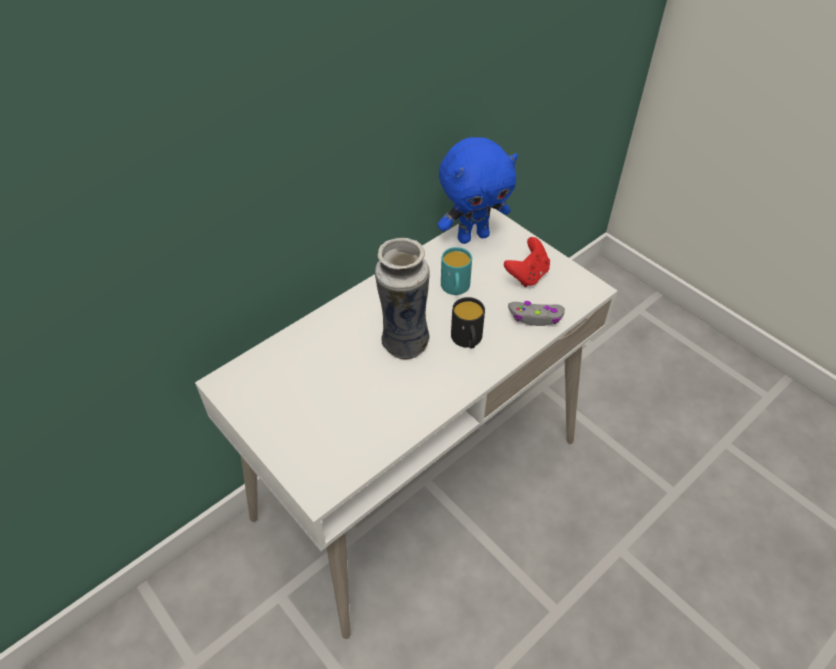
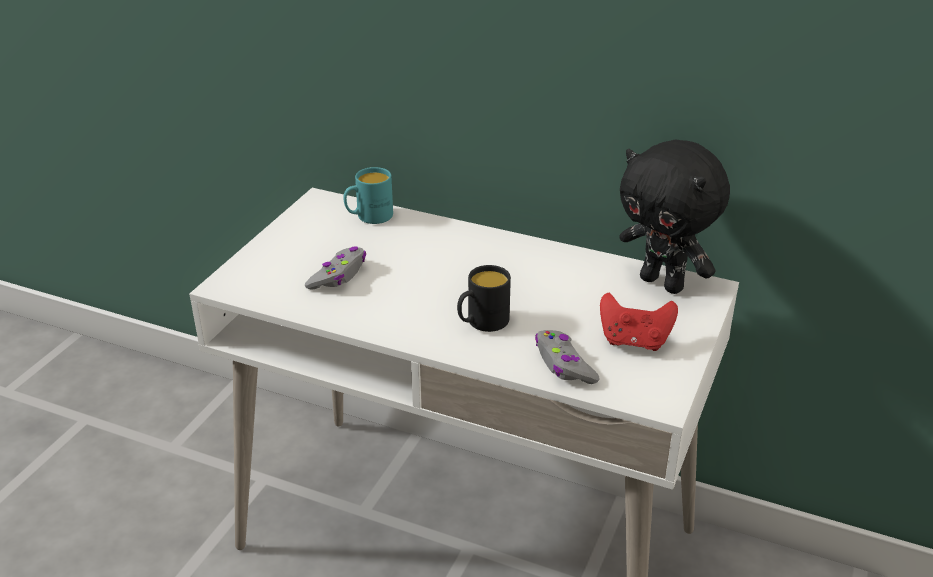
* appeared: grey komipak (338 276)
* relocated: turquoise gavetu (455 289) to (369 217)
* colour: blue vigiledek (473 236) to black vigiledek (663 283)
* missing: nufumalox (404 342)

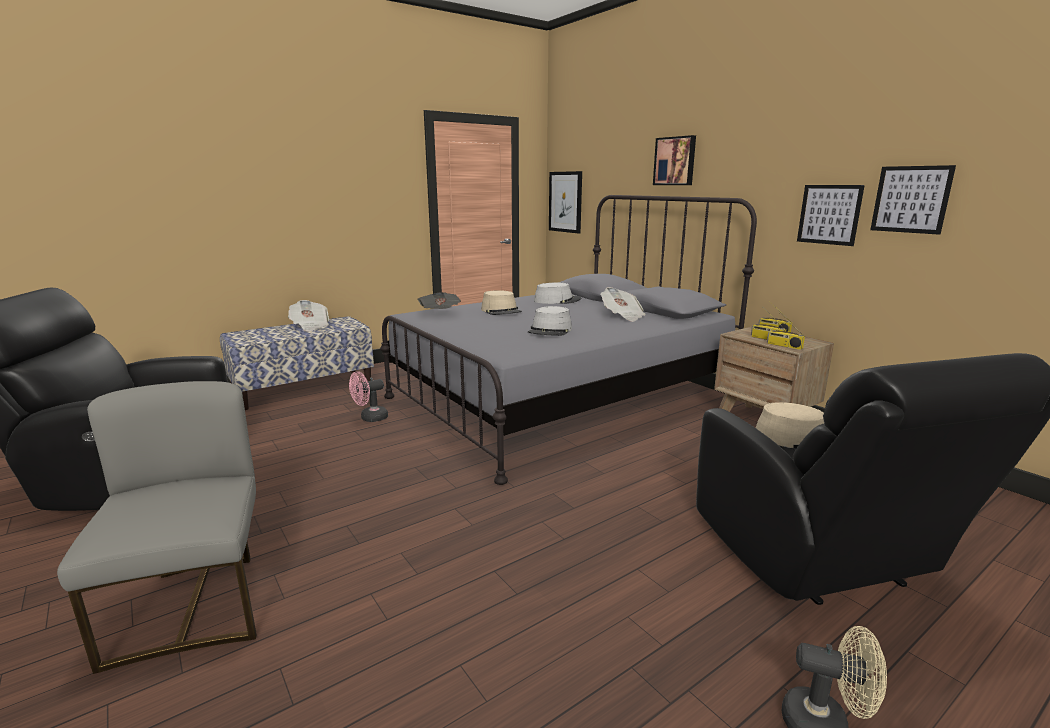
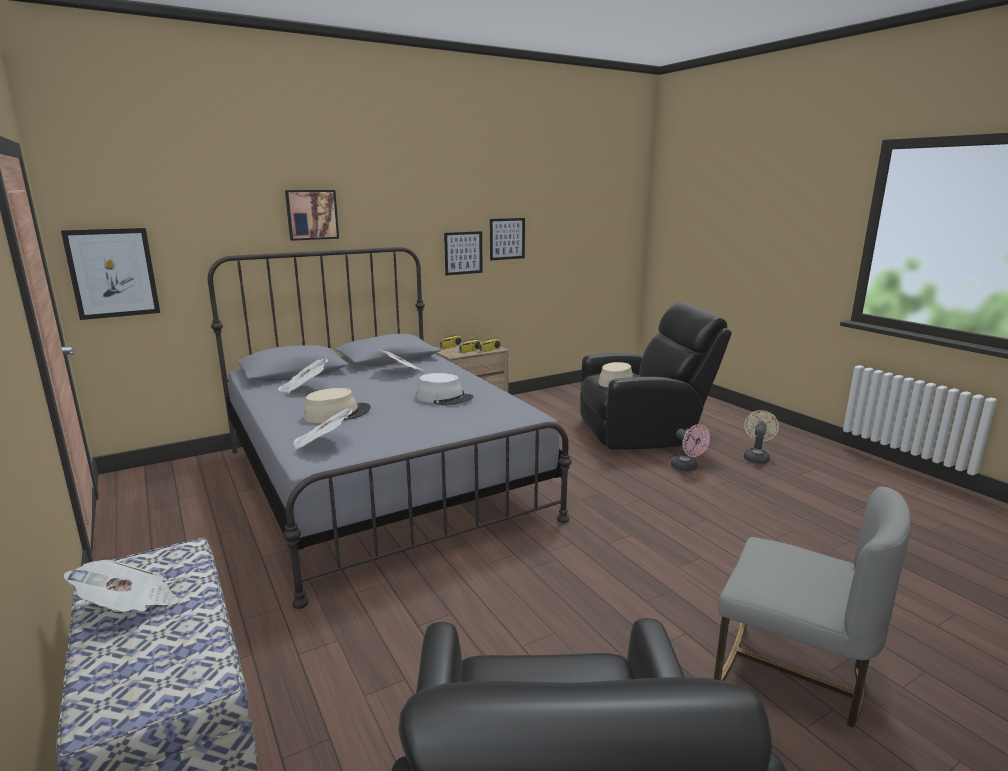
* exchanged: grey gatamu (557 300) to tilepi (303 389)
* relocated: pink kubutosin (370 418) to (687 468)
* spun: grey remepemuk (195 606) = (790 673) 135 degrees counterclockwise

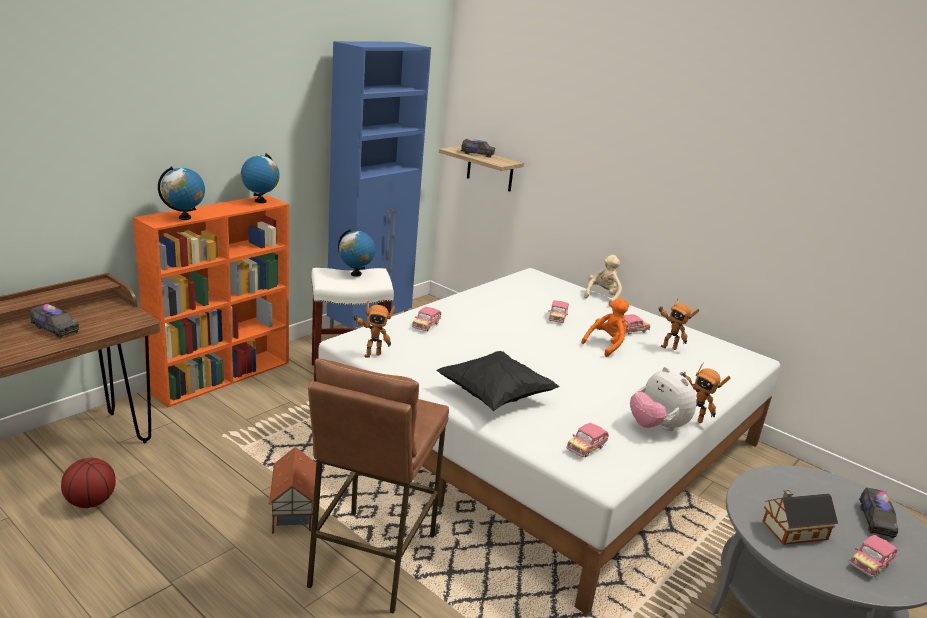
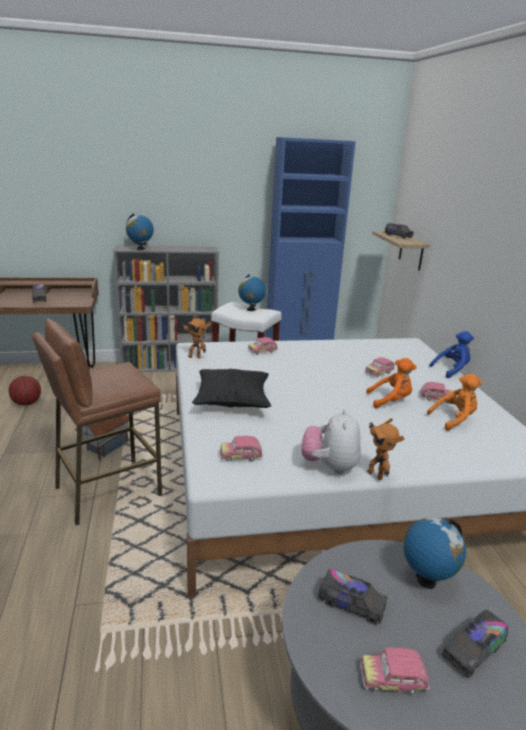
* colour: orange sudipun (223 376) to grey sudipun (170 366)
* exchanged: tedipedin (792 530) to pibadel (351 604)
* relocated: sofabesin (260 201) to (426 581)
* exchanged: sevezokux (668 347) to orange vigiledek (454 419)
* colour: beige vigiledek (602 297) to blue vigiledek (452 370)

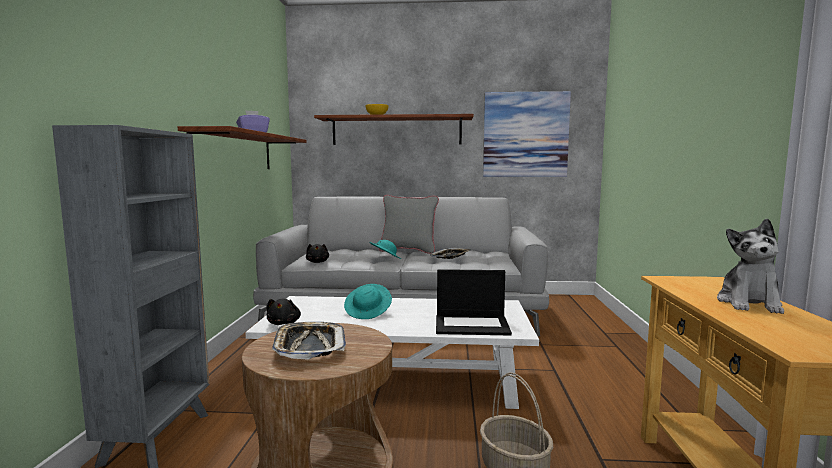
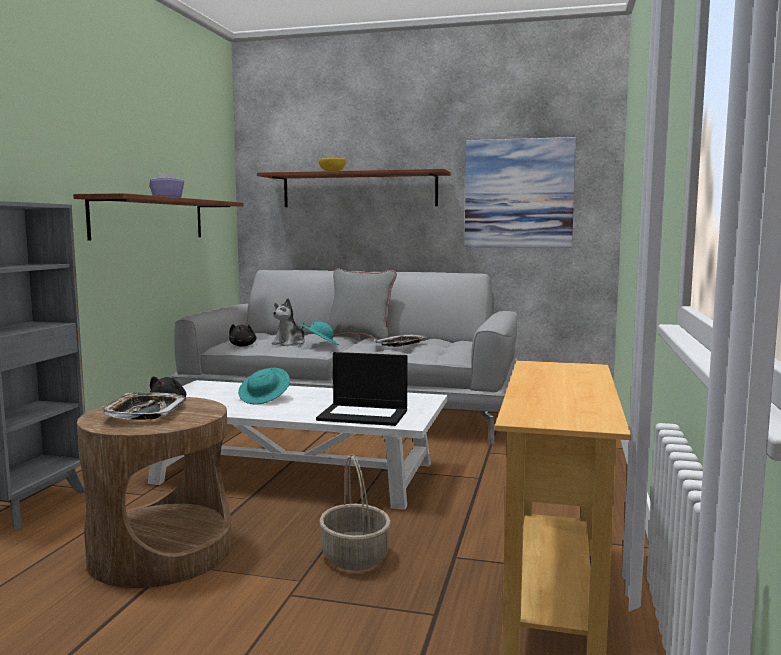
* relocated: vigiledek (749 303) to (290 343)

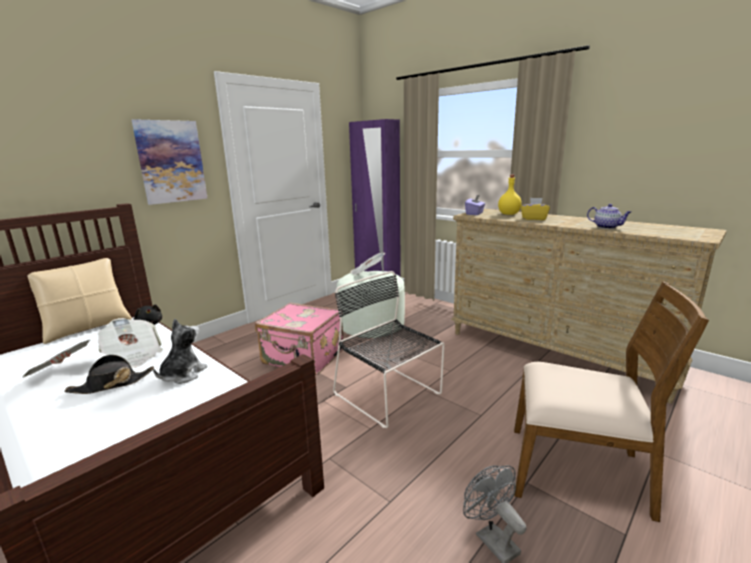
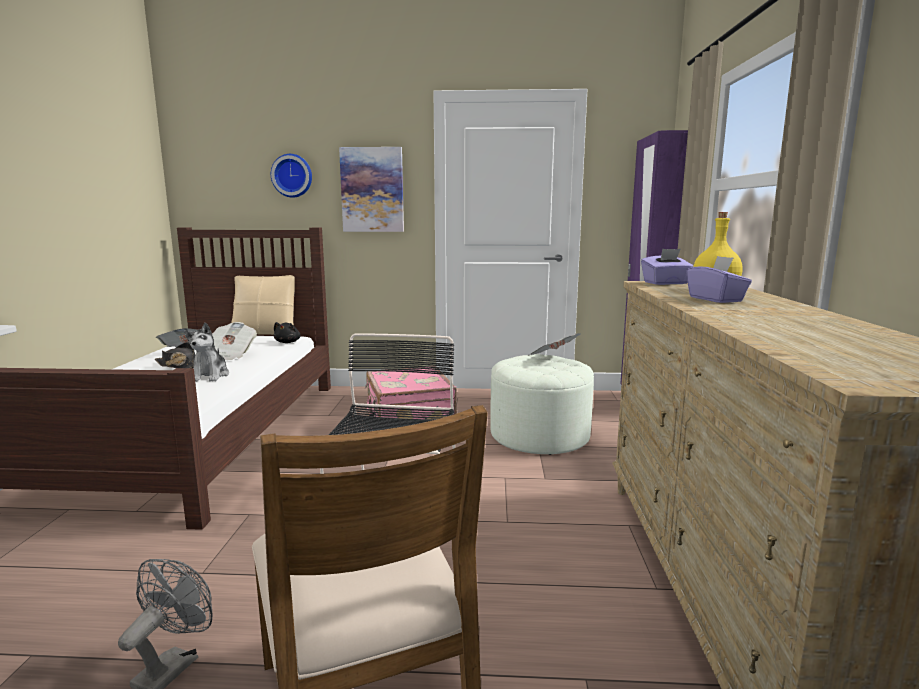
* spun: vigiledek (182 375) = (210 376) 105 degrees clockwise
* appeared: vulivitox (292 176)
* colour: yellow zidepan (534 218) to purple zidepan (716 299)
* missing: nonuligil (607 227)

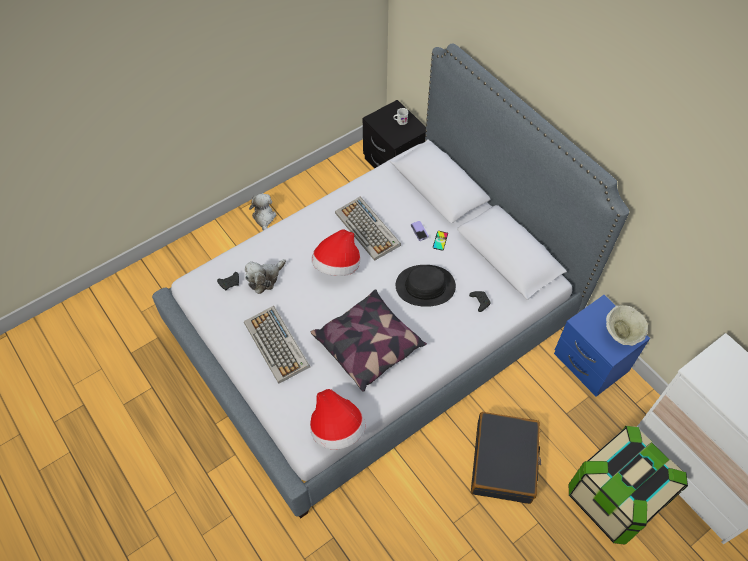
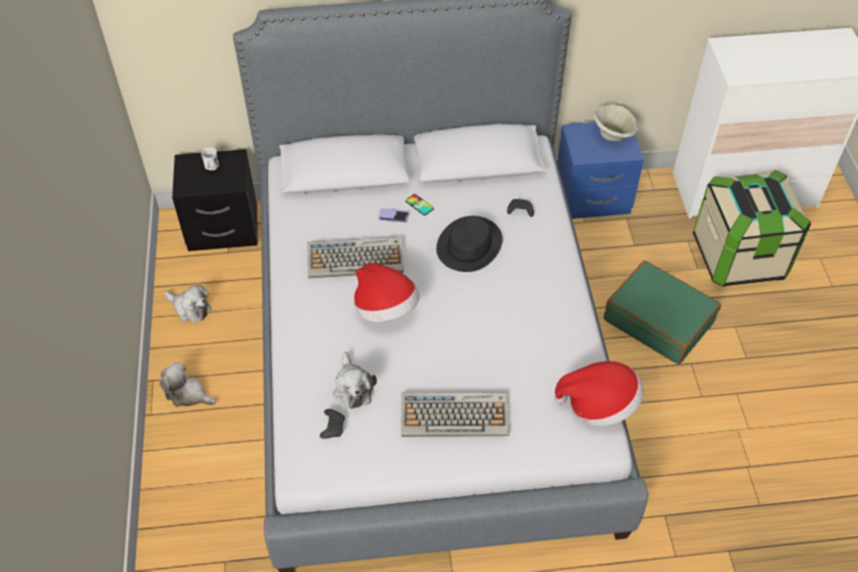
* appeared: vigiledek (190 308)
* colour: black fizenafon (504 462) to green fizenafon (659 321)
* missing: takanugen (369 345)

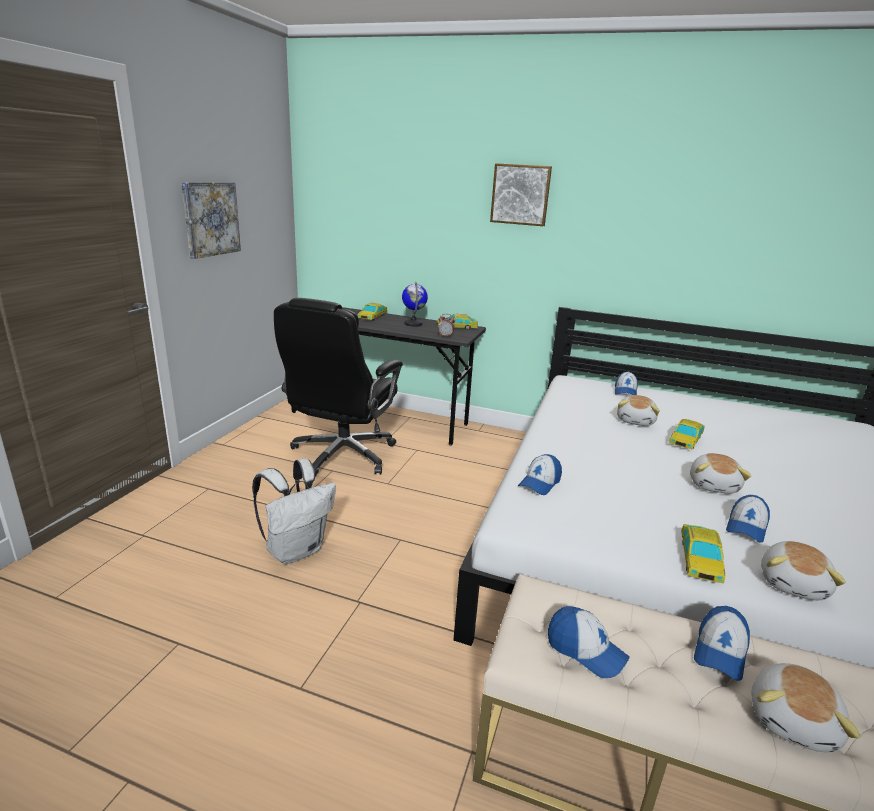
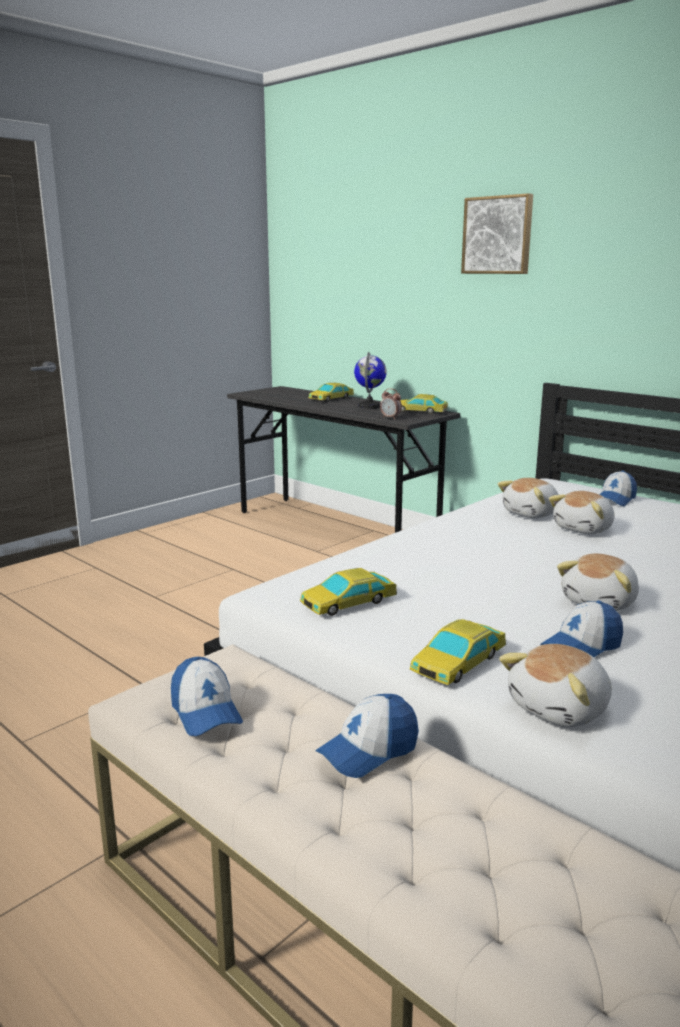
* relocated: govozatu (686 439) to (349 602)
* relocated: vigiledek (793 721) to (532 514)
* missing: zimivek (210 218)
* missing: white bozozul (296 550)
* missing: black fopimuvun (342 455)
* missing: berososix (539 483)

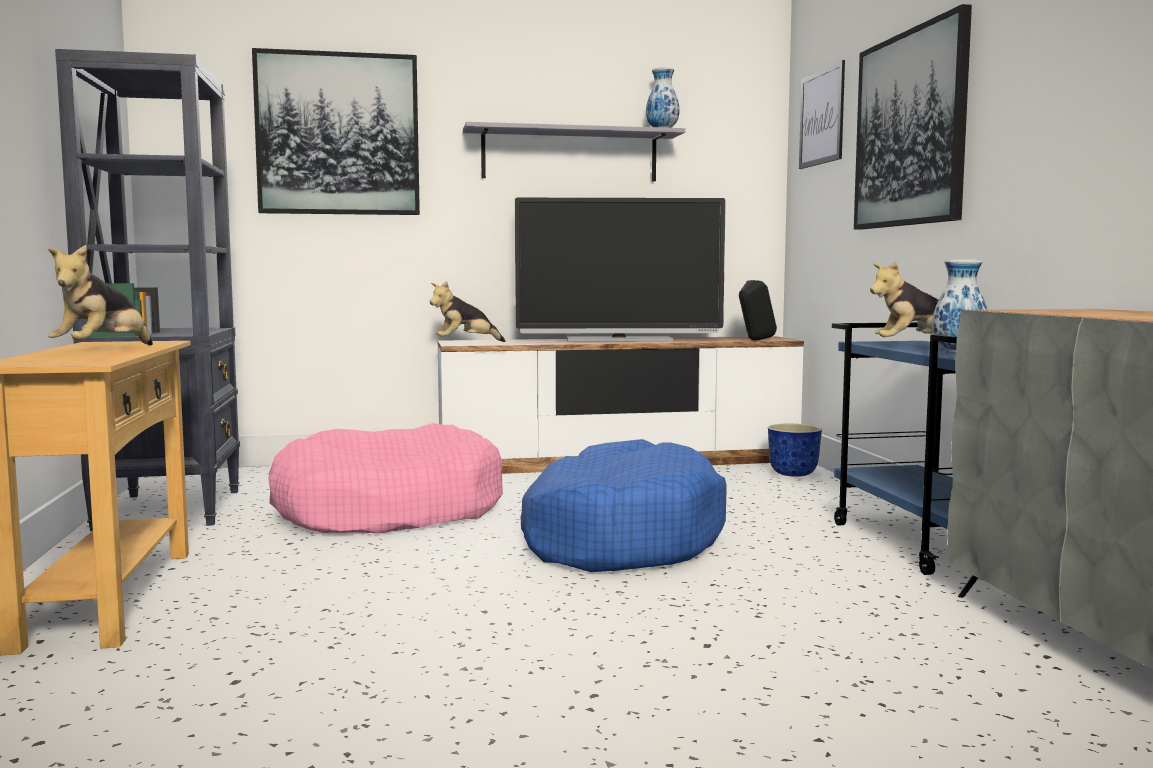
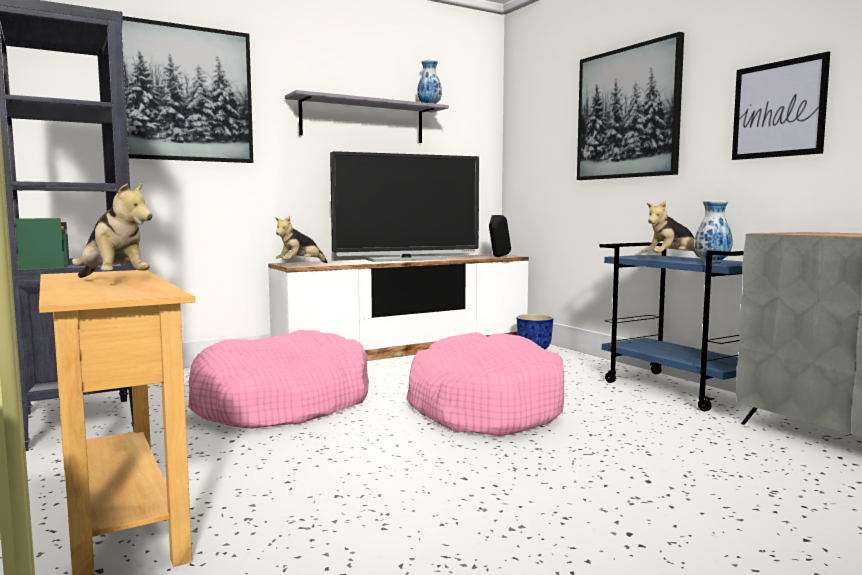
* spun: vigiledek (103 350) = (112 281) 45 degrees counterclockwise
* colour: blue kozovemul (619 537) to pink kozovemul (483 407)
* relocated: zimivek (822 117) to (778 109)

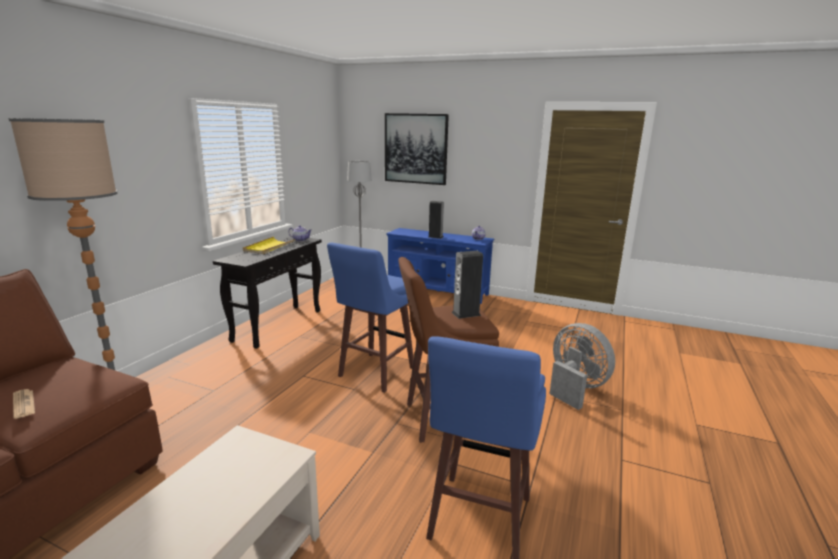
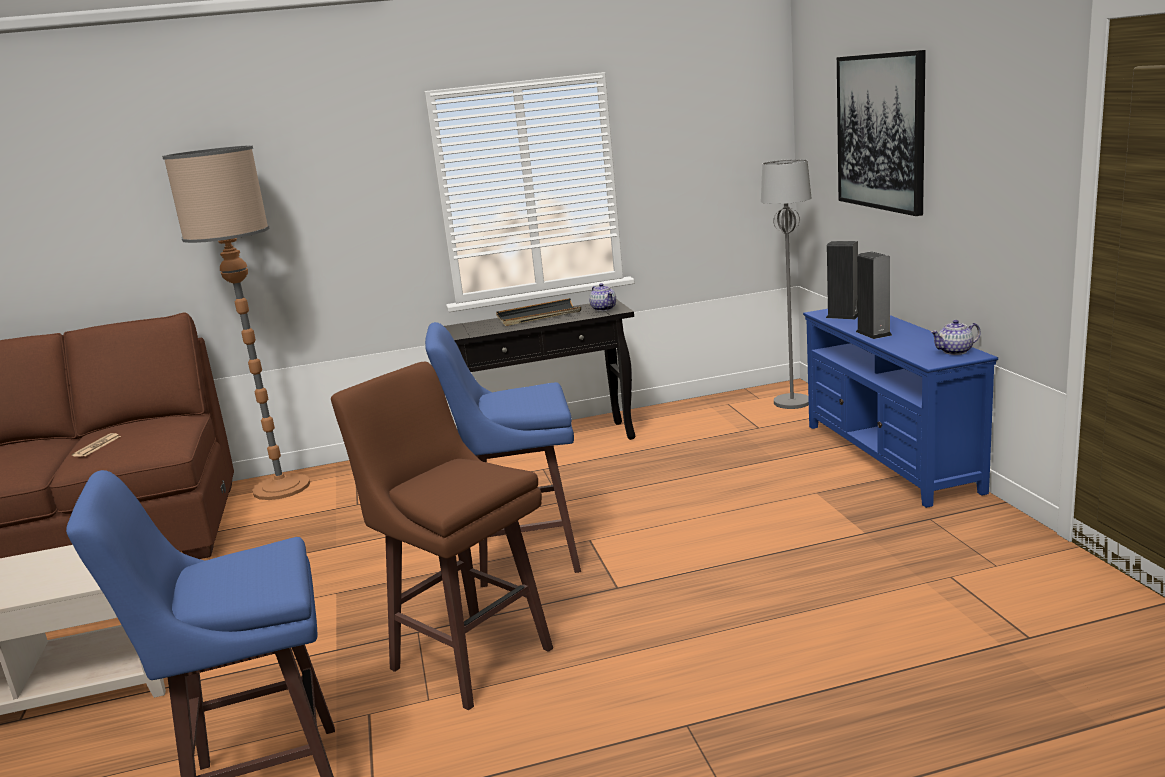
* colour: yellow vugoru (269 247) to black vugoru (538 316)
* relocated: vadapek (466 314) to (843 316)
* missing: grey kubutosin (575 388)

